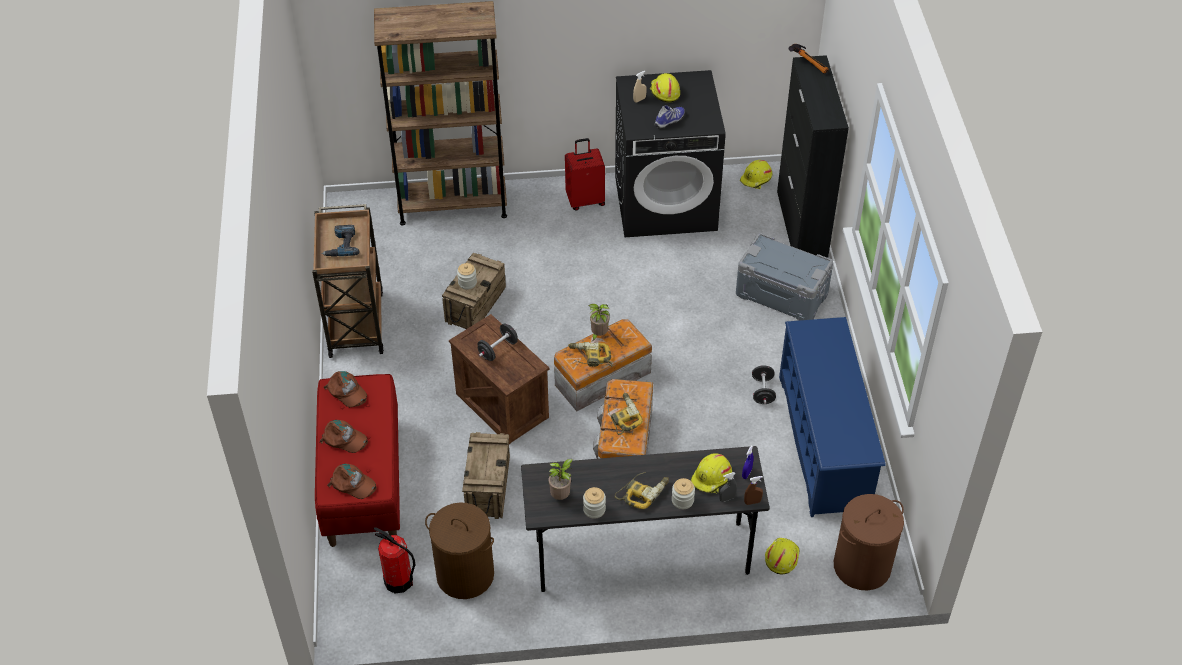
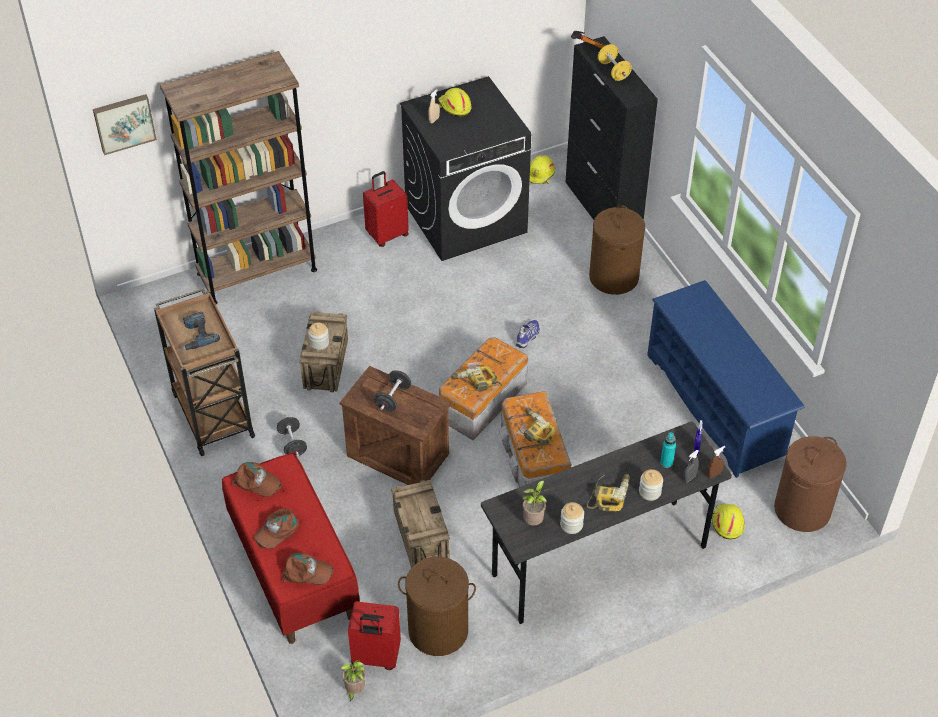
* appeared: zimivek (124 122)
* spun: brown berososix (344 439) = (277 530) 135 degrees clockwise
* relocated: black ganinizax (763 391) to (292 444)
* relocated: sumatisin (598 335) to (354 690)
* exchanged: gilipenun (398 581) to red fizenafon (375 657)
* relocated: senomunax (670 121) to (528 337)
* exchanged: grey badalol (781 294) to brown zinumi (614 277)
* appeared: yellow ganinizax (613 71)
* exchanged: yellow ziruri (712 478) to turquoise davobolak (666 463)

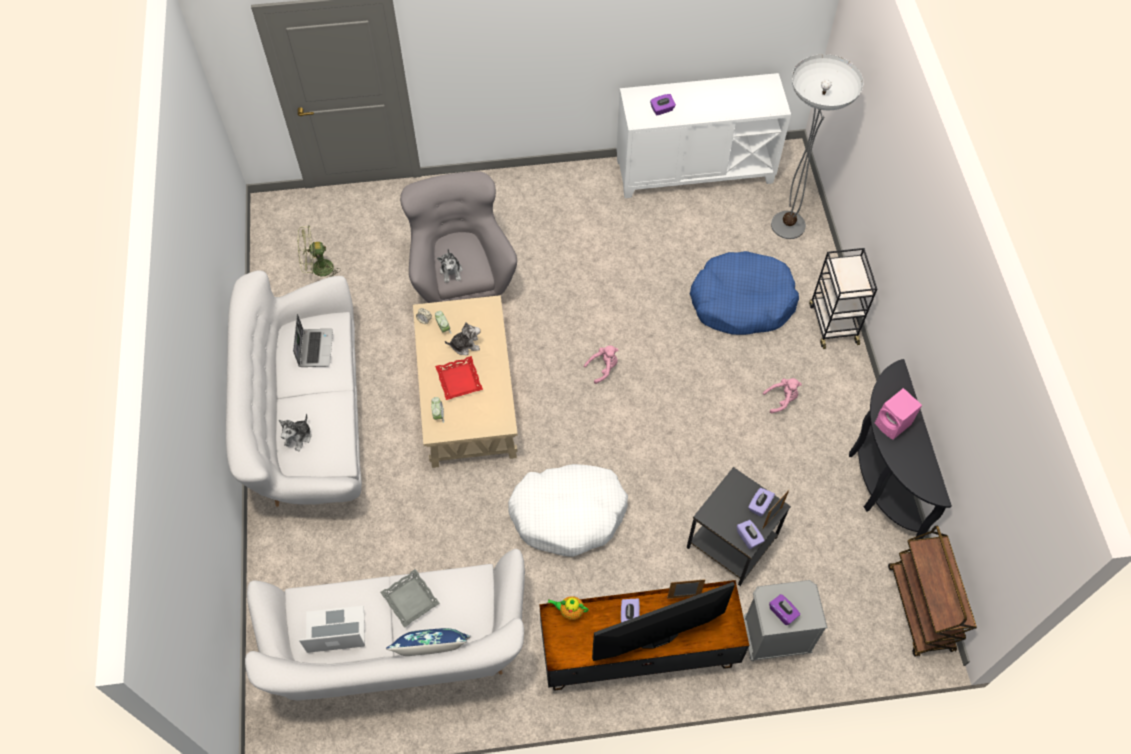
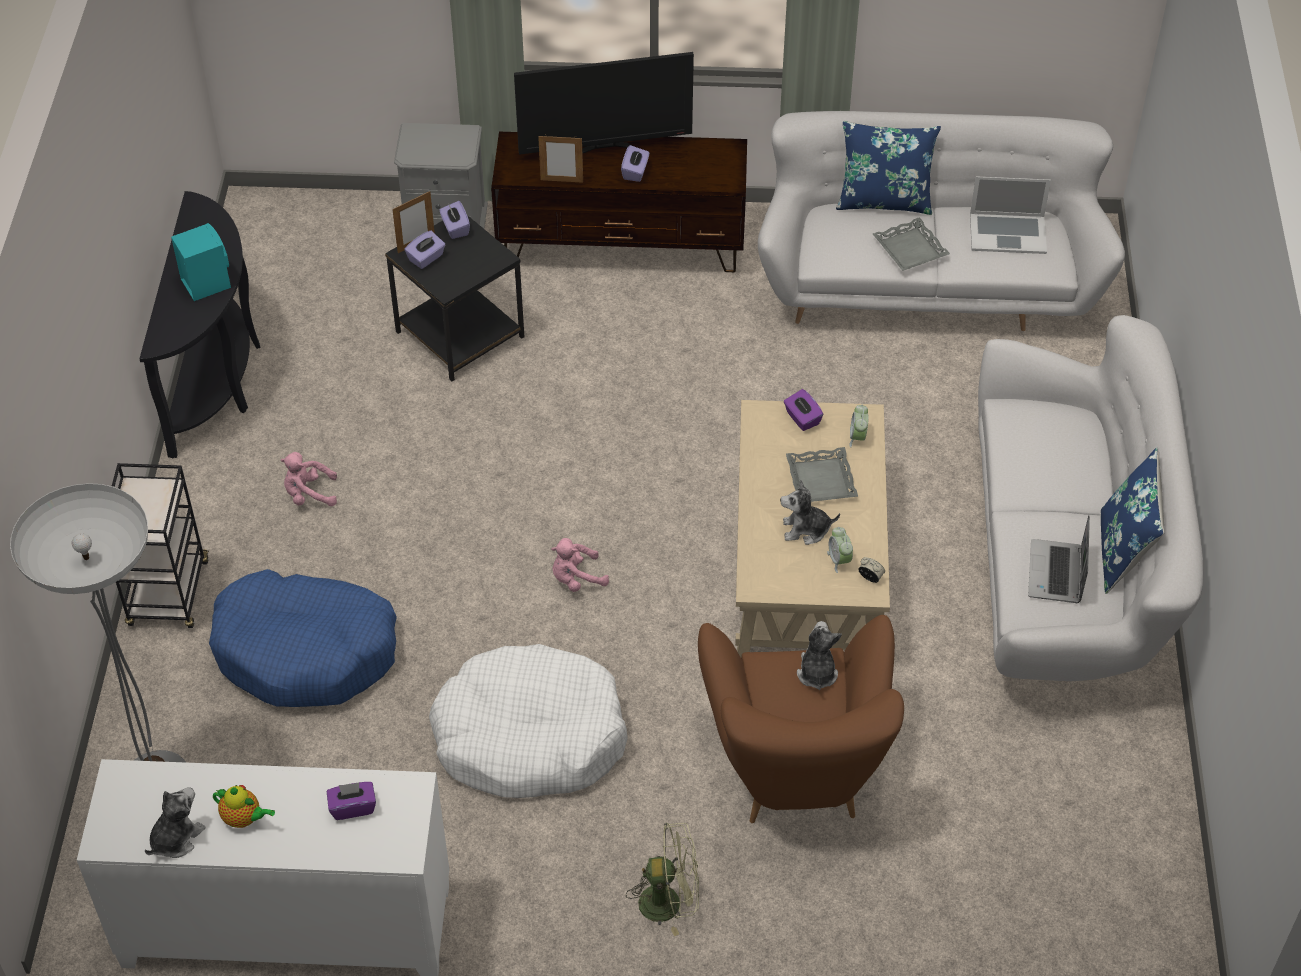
* relocated: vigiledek (299 437) to (176 838)
* colour: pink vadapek (893 425) to turquoise vadapek (206 282)
* relocated: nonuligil (570 611) to (244 818)
* relocated: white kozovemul (568 514) to (529 737)
* relocated: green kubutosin (318 269) to (669 902)
* colour: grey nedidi (461 277) to brown nedidi (796 769)
* relocated: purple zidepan (783 612) to (802 418)
* colour: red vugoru (459 380) to grey vugoru (820 480)
* appeared: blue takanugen (1123 552)
* missing: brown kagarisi (920 609)

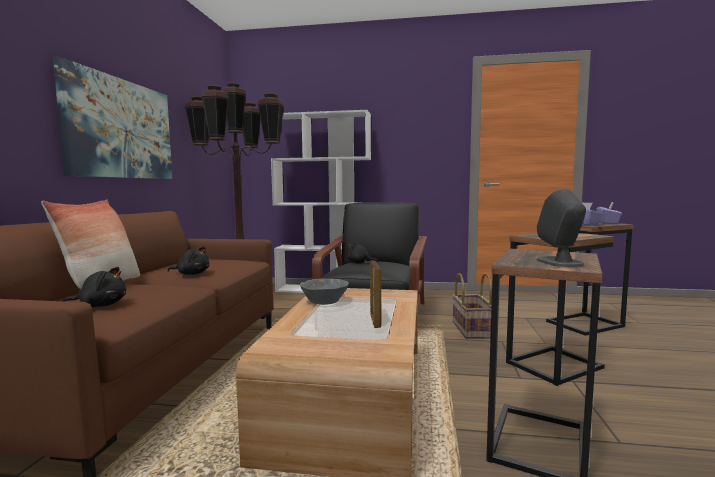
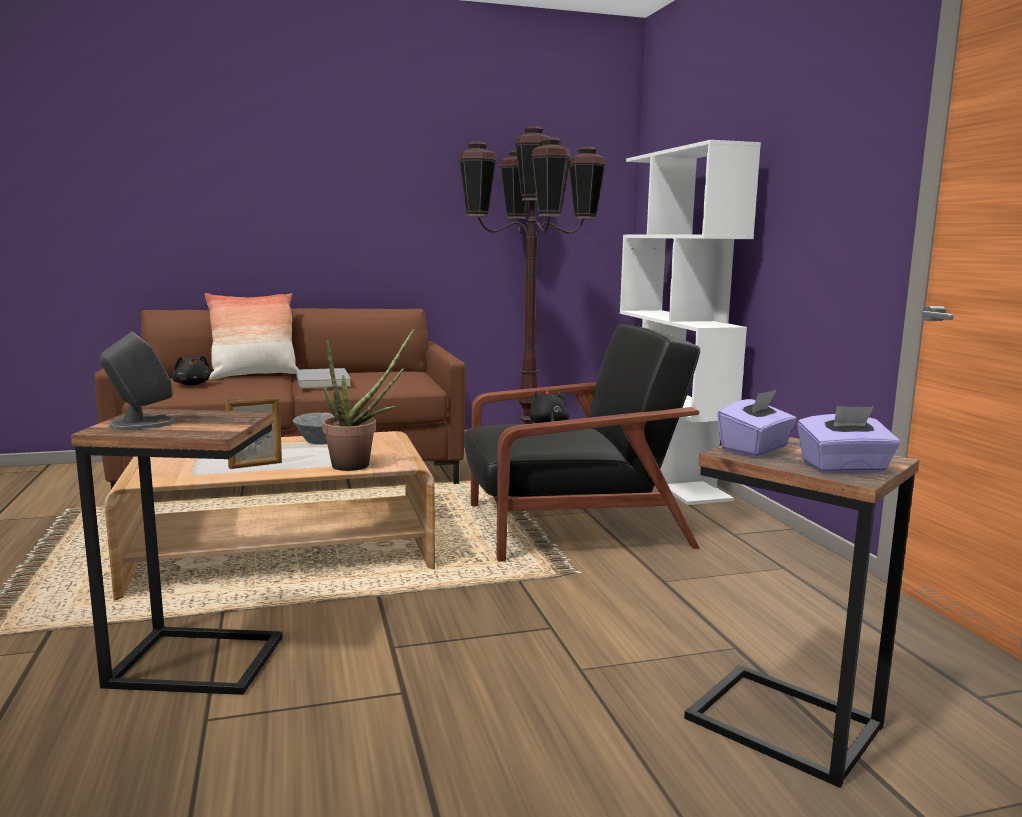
* exchanged: black vigiledek (191 274) to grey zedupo (324 381)
* appeared: sumatisin (359 465)
* missing: zimivek (120 129)
* missing: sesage (470 329)
* missing: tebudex (552 365)

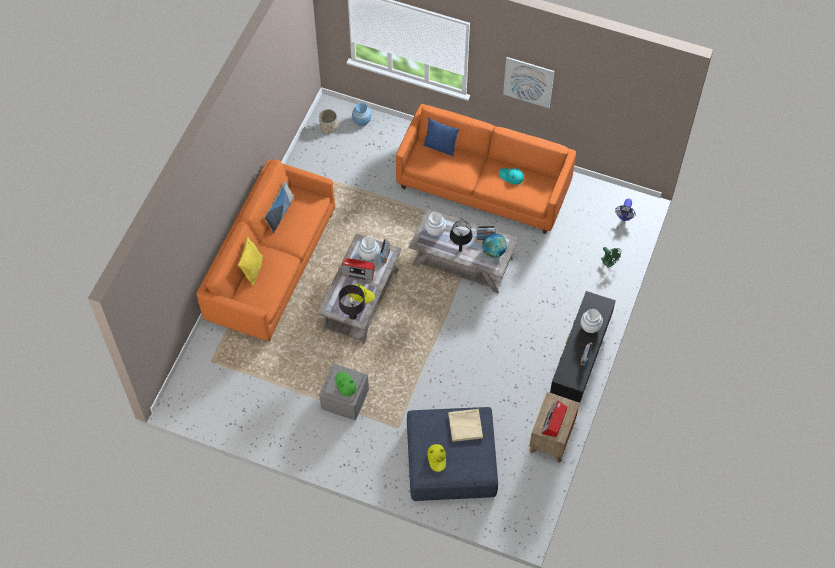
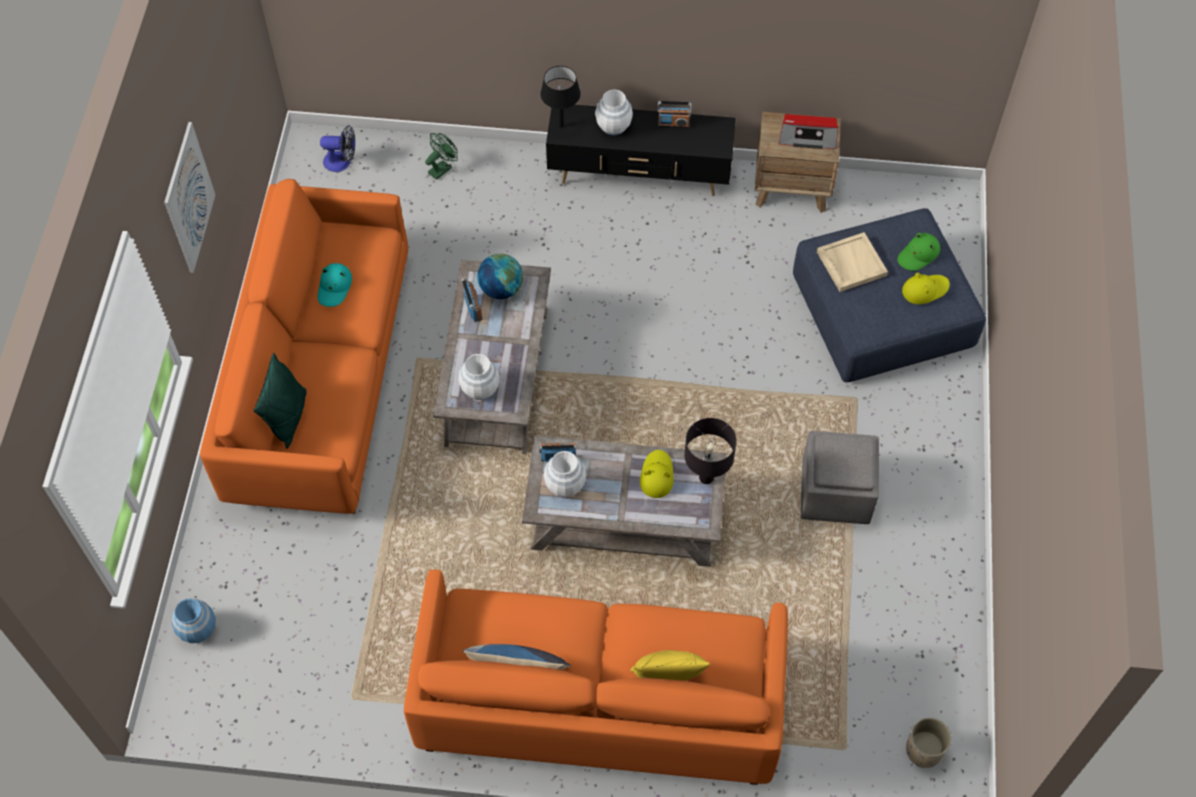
* colour: blue takanugen (440 147) to green takanugen (288 417)
* relocated: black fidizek (460 250) to (561 125)
* relocated: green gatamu (345 384) to (918 255)
* relocated: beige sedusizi (328 127) to (923 750)
* missing: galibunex (358 271)

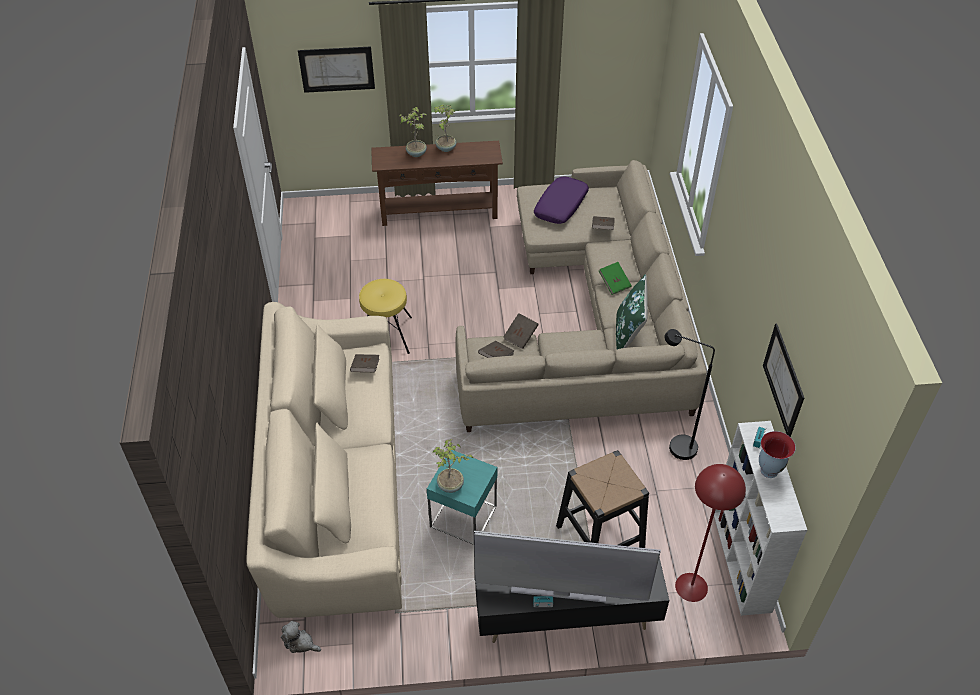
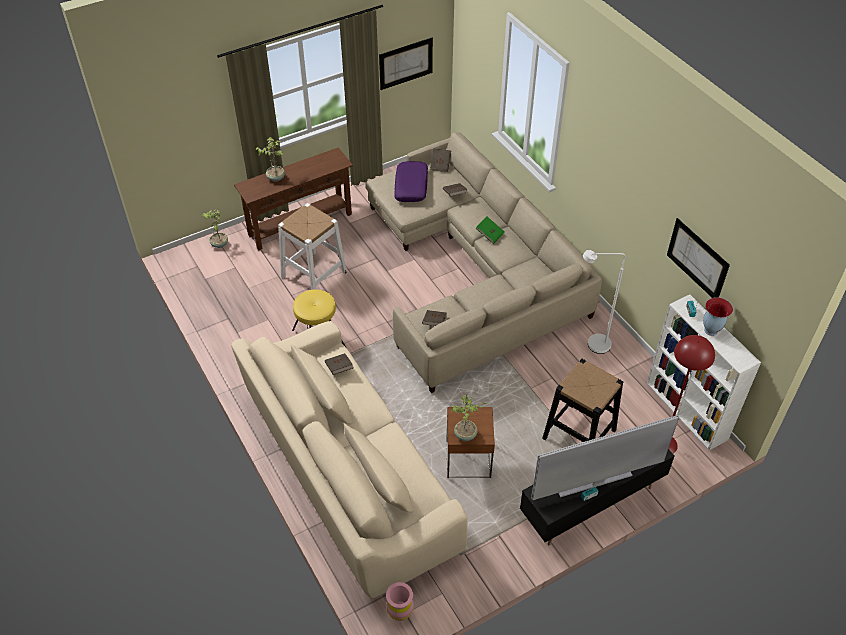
* relocated: sumatisin (445 148) to (219 244)
* appeared: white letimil (314 274)
* relocated: zimivek (337 69) to (406 63)
* exchanged: vigiledek (300 643) to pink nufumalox (400 611)
* relocated: brown zedupo (520 336) to (440 165)
* colour: turquoise tebudex (463 516) to brown tebudex (468 459)
* colour: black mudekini (675 445) to white mudekini (592 345)
* missing: green takanugen (628 334)

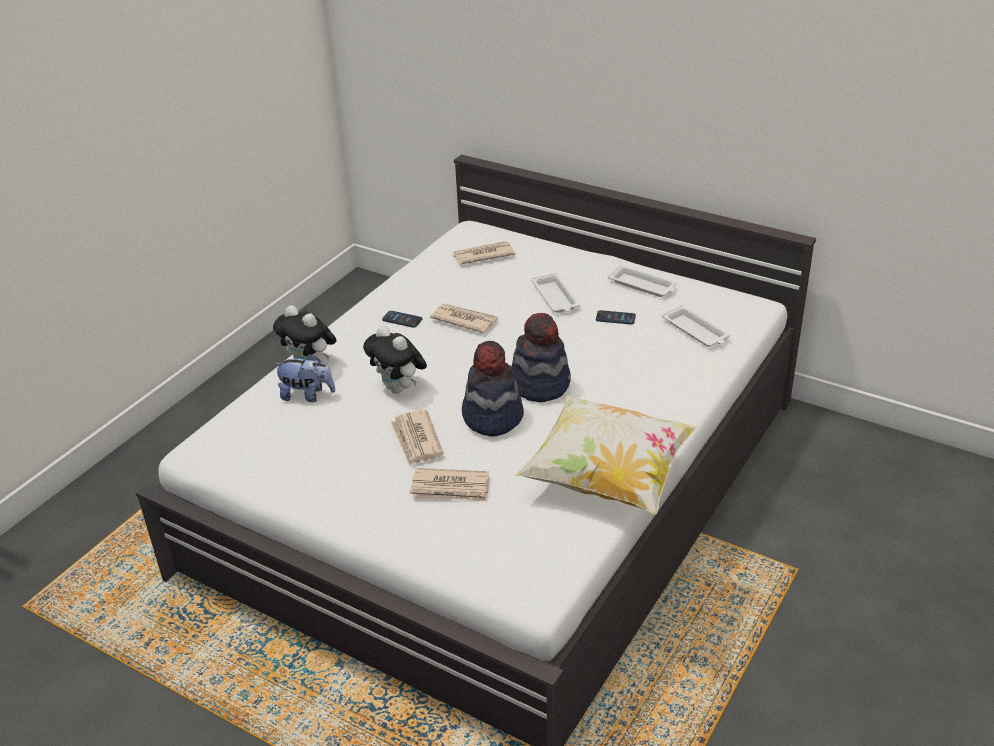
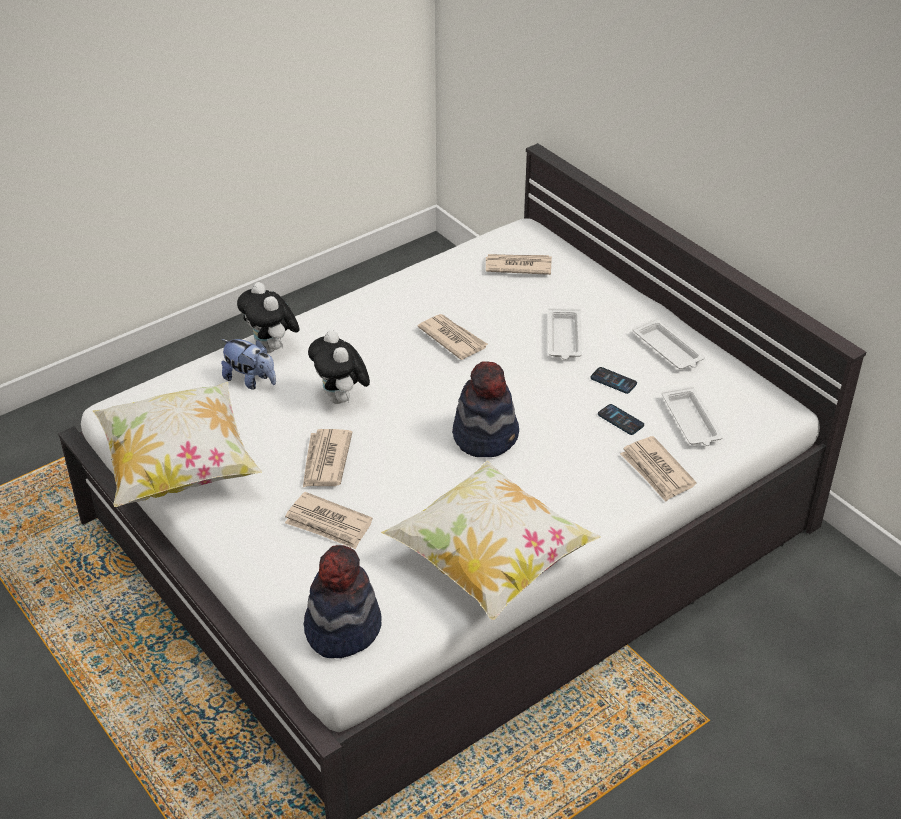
* appeared: takanugen (179 468)
* relocated: gatamu (492 416) to (342 628)
* relocated: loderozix (402 320) to (620 420)
* appeared: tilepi (657 471)

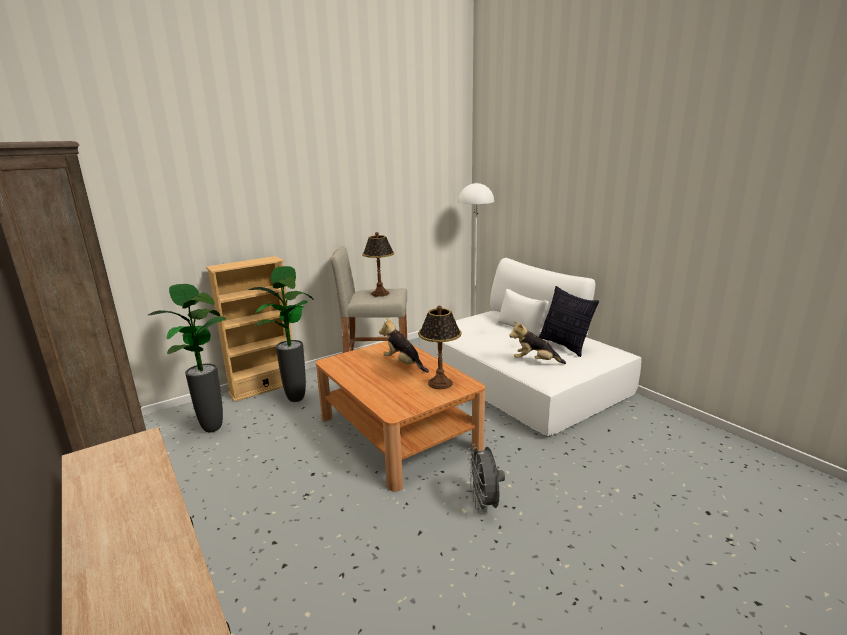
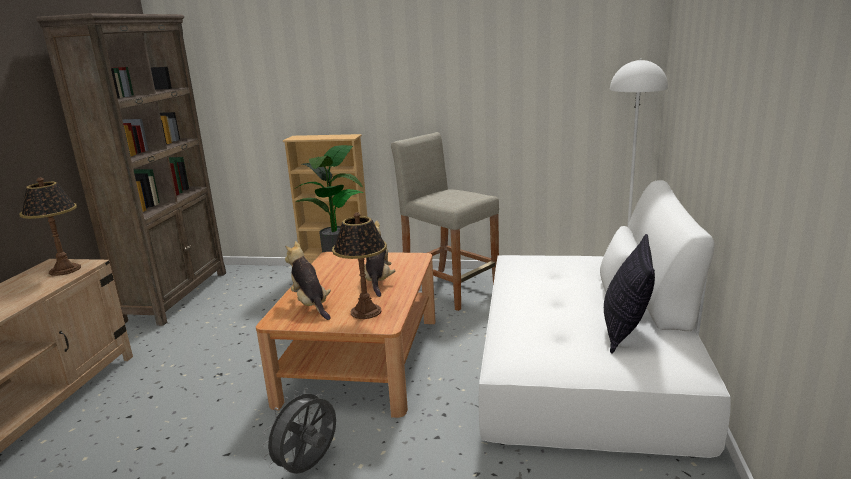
* relocated: fidizek (380 293) to (65 270)
* relocated: vigiledek (535 361) to (311 305)
* missing: sumatisin (213 428)

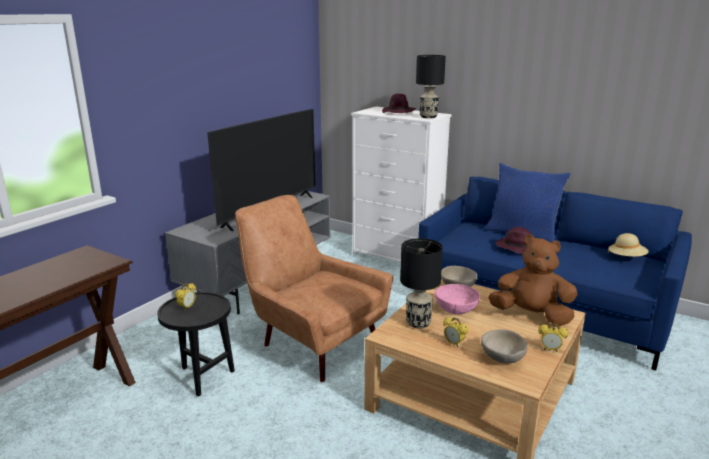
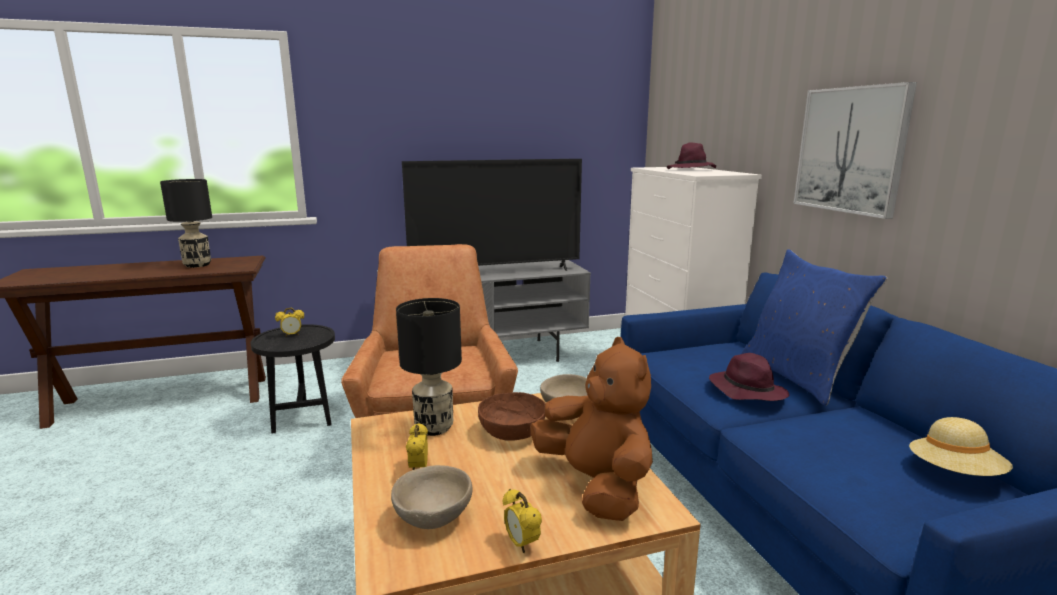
* relocated: black fidizek (428 117) to (198 265)
* colour: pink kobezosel (456 308) to brown kobezosel (512 431)
* appeared: zimivek (851 150)

